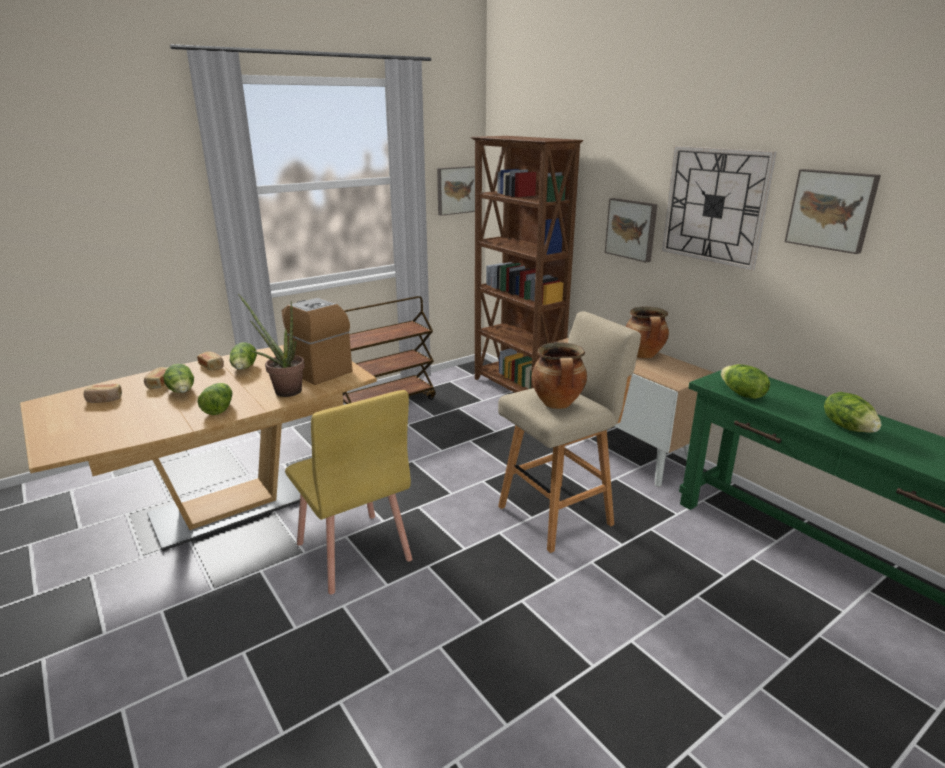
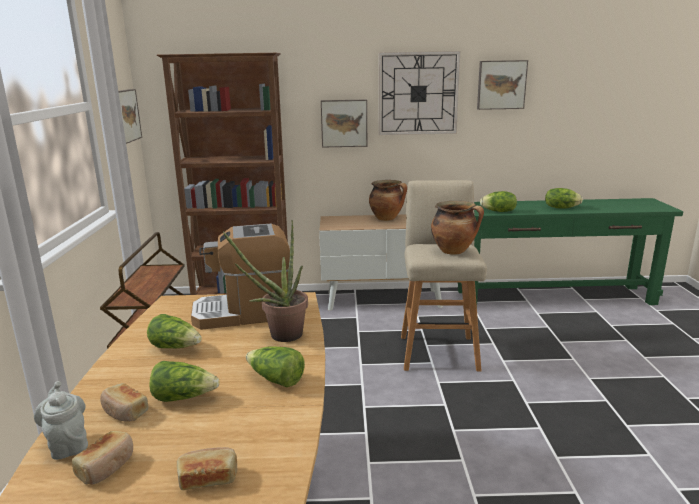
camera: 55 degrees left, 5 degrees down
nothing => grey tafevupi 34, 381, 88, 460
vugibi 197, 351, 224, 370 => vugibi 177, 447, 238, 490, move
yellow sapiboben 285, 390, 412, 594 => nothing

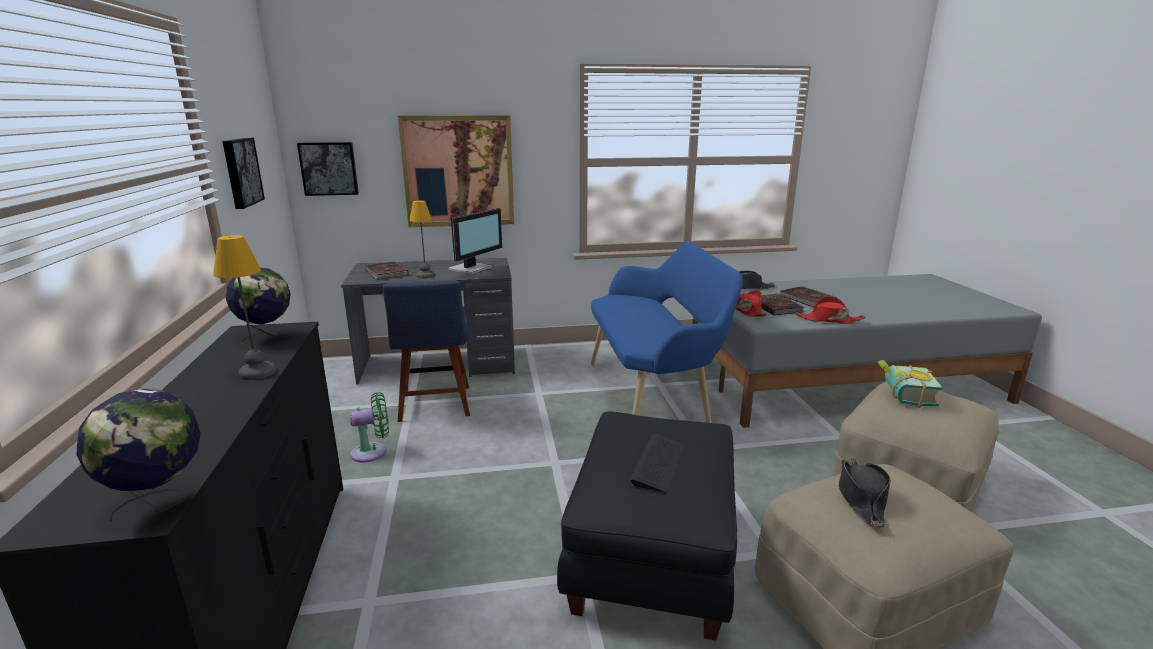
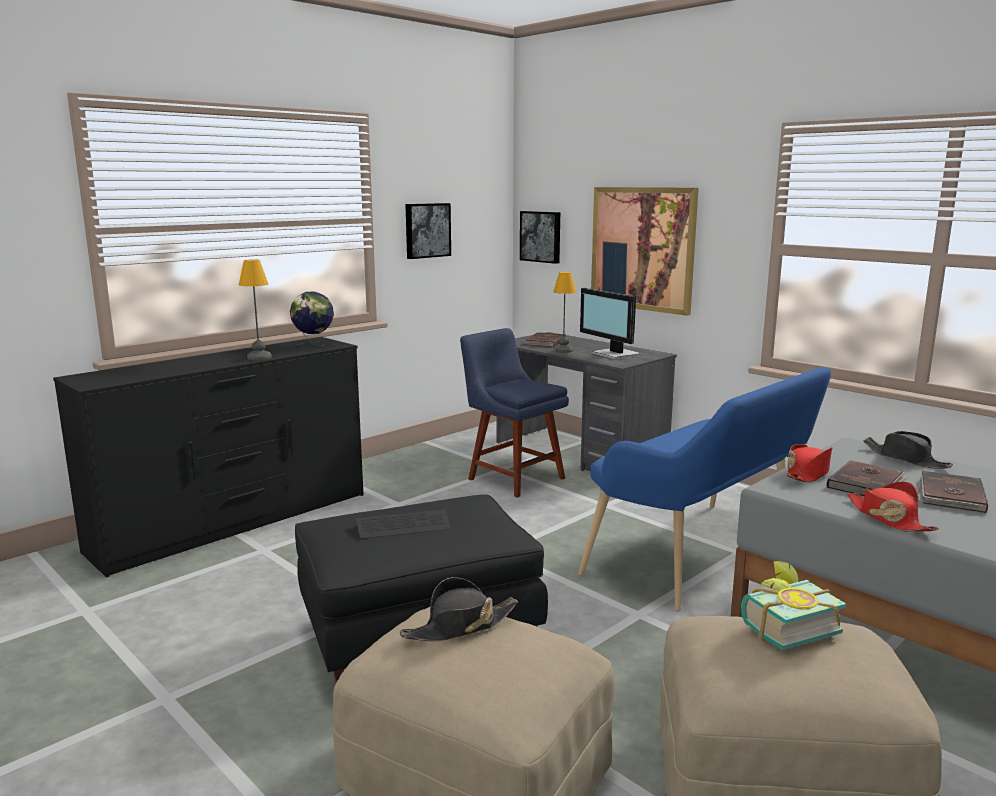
camera: 55 degrees right, 5 degrees down
blue sapiboben 383, 280, 470, 422 => blue sapiboben 460, 328, 569, 498, 90 degrees clockwise
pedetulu 448, 208, 502, 274 => pedetulu 580, 288, 642, 360, 60 degrees clockwise
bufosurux 77, 389, 201, 523 => nothing
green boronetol 349, 392, 389, 463 => nothing

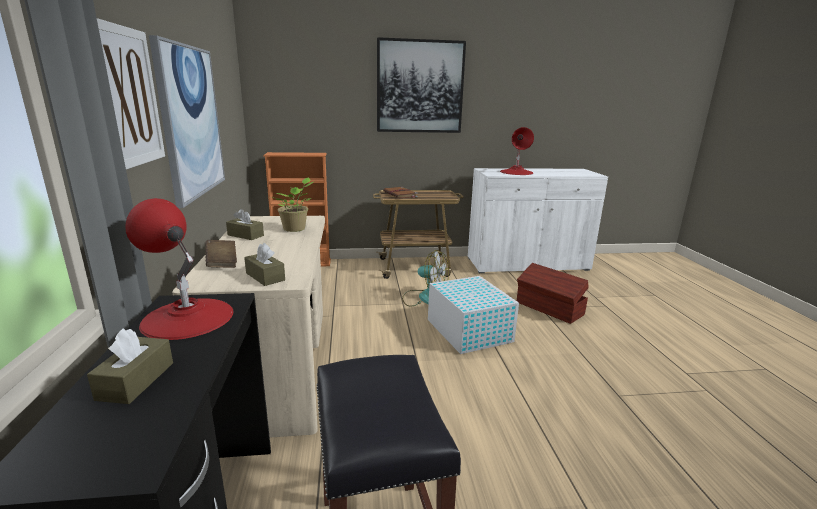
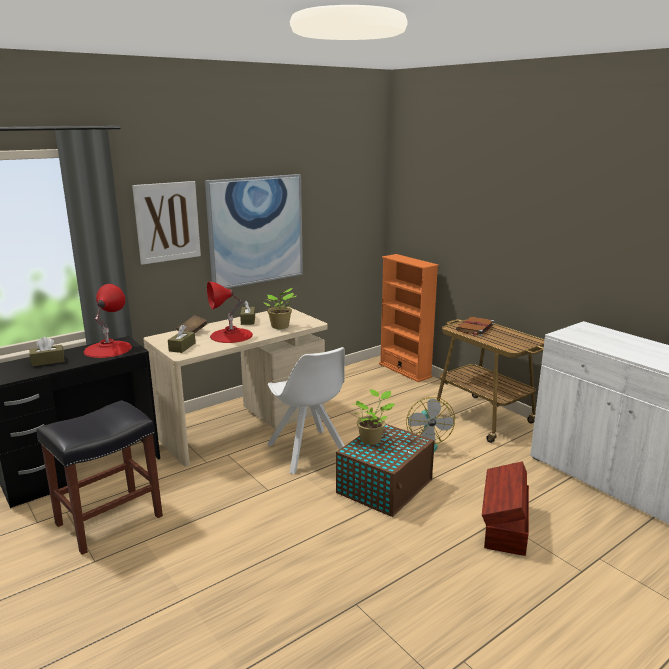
camera: 60 degrees right, 0 degrees up
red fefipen 500, 127, 534, 175 => red fefipen 207, 282, 253, 343, move
nothing => white sapiboben 267, 347, 345, 474
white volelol 428, 276, 519, 354 => brown volelol 336, 424, 435, 517
nothing => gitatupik 353, 389, 395, 445
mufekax 377, 37, 466, 133 => nothing

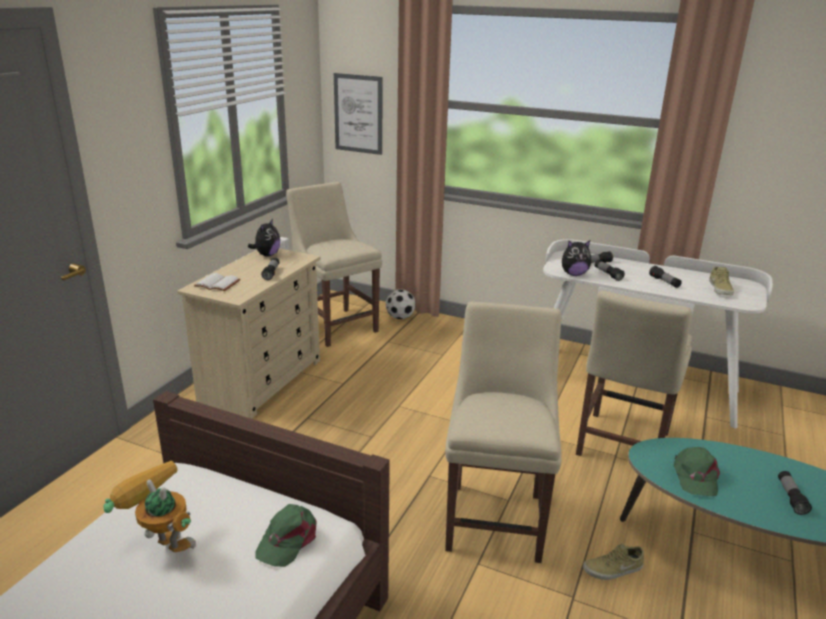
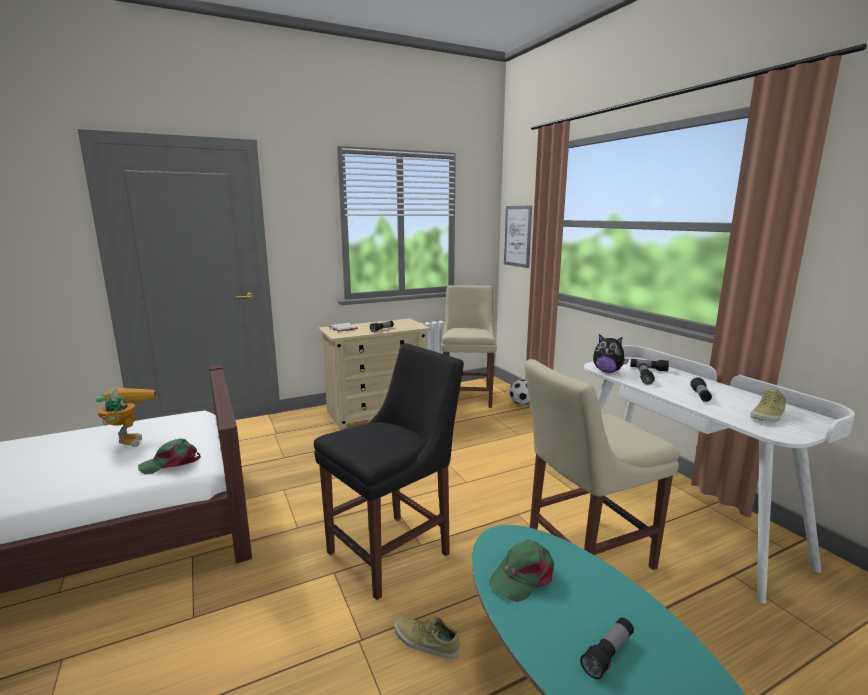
camera: 40 degrees right, 10 degrees down
beige sapiboben 445, 301, 562, 563 => black sapiboben 314, 343, 464, 600
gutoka 248, 219, 280, 257 => nothing

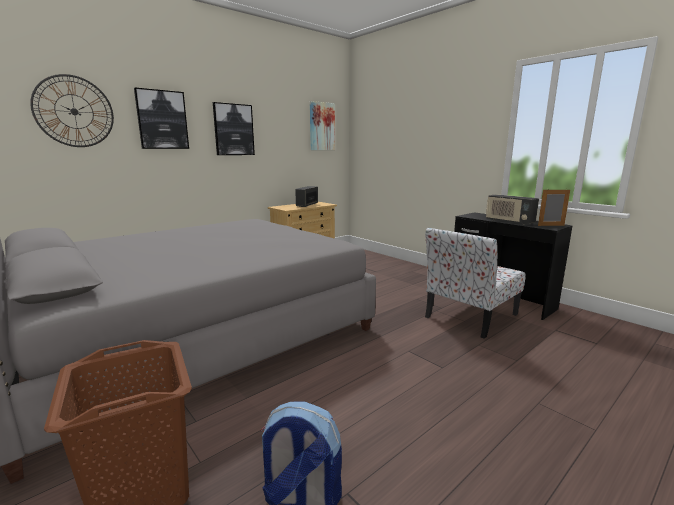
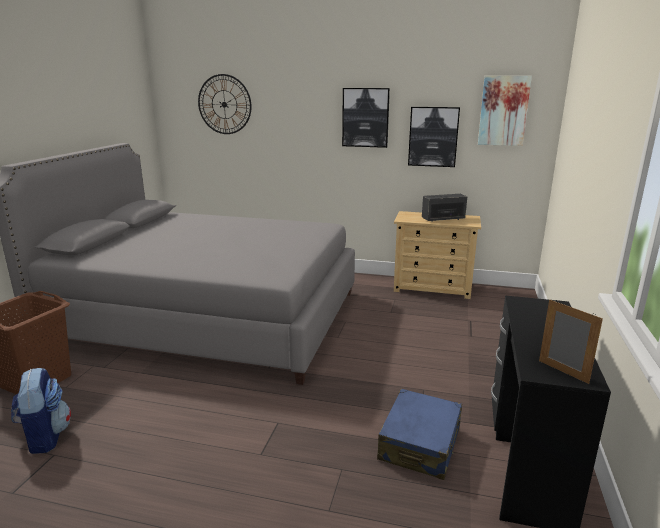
camera: 55 degrees right, 5 degrees up
sapiboben 425, 228, 525, 339 => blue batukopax 377, 389, 462, 480
mufekax 134, 88, 189, 149 => mufekax 408, 107, 460, 167, move
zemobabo 486, 194, 539, 225 => nothing

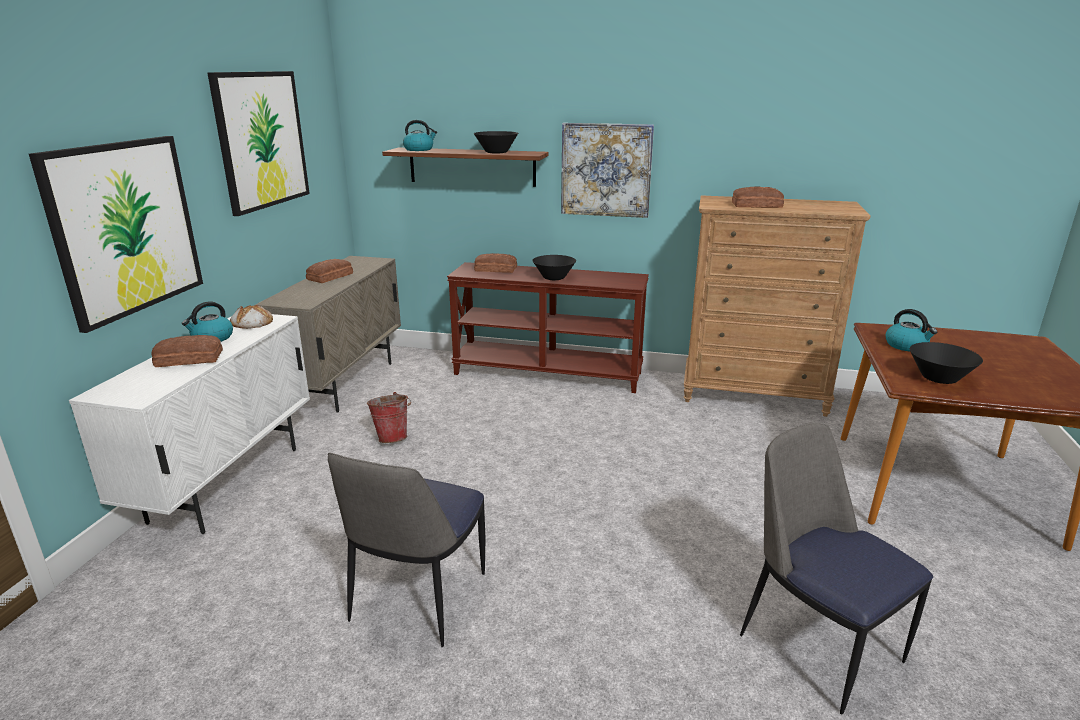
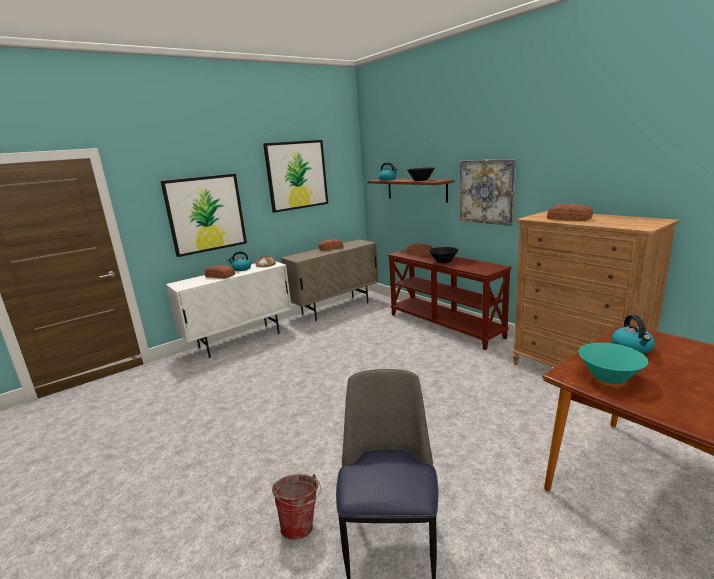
camera: 40 degrees right, 5 degrees down
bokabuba 367, 392, 411, 443 => bokabuba 272, 474, 321, 540, move
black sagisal 910, 342, 983, 384 => turquoise sagisal 579, 343, 648, 384
sapiboben 328, 453, 485, 647 => nothing

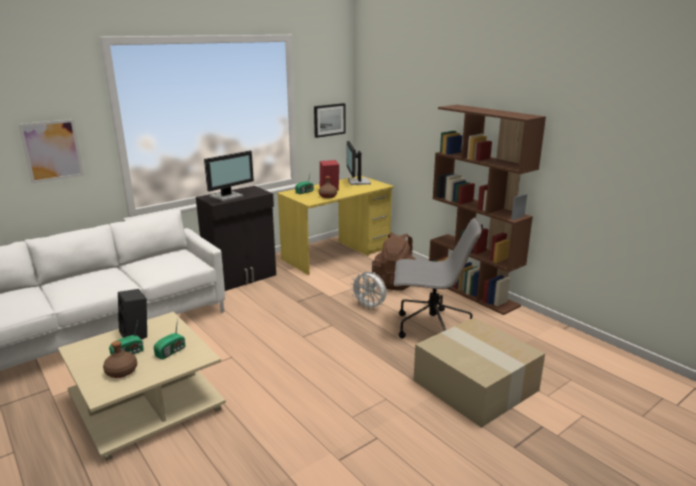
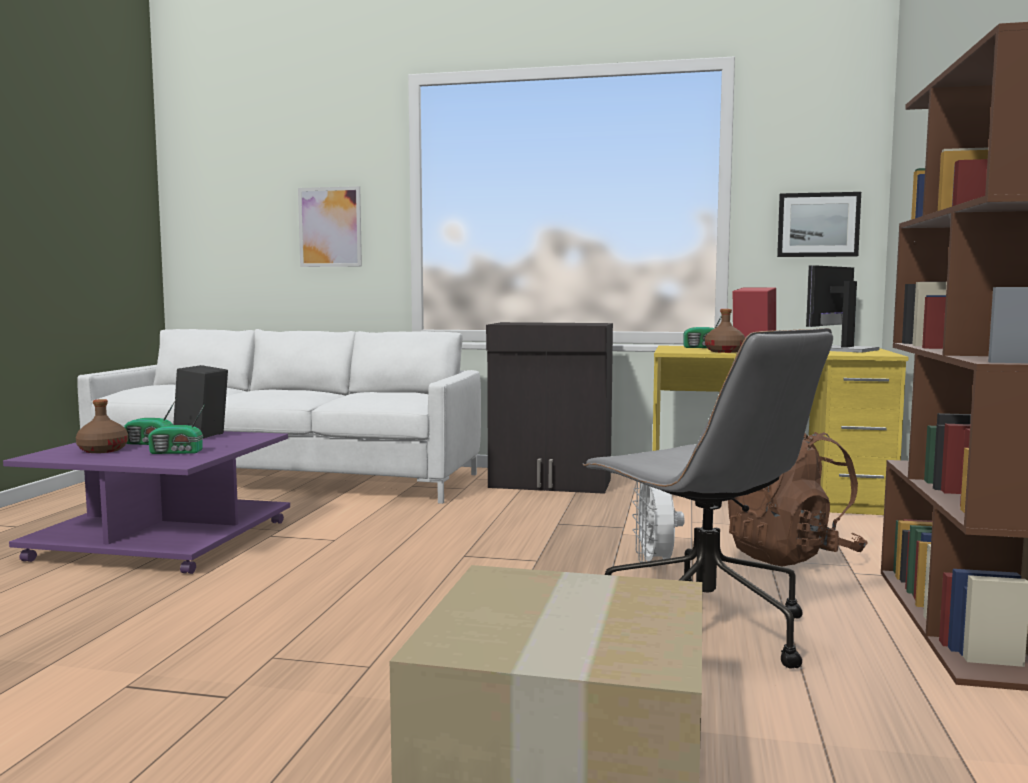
camera: 50 degrees right, 15 degrees down
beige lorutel 58, 312, 226, 461 => purple lorutel 3, 431, 290, 574
pedetulu 204, 151, 254, 201 => nothing

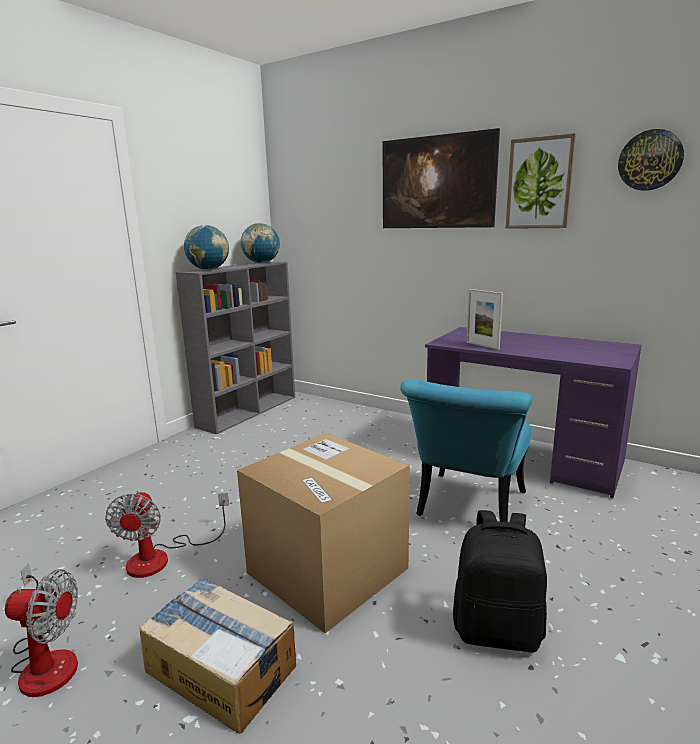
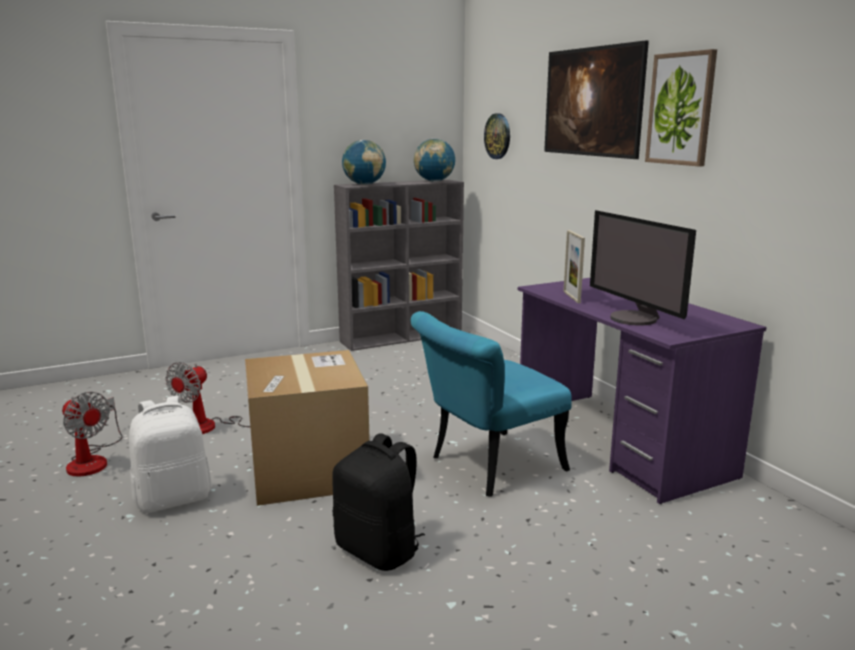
camera: 30 degrees right, 0 degrees up
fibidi 139, 577, 296, 734 => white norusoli 129, 396, 212, 513
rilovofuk 618, 129, 684, 191 => rilovofuk 484, 114, 510, 159, move
nothing => pedetulu 590, 210, 696, 326

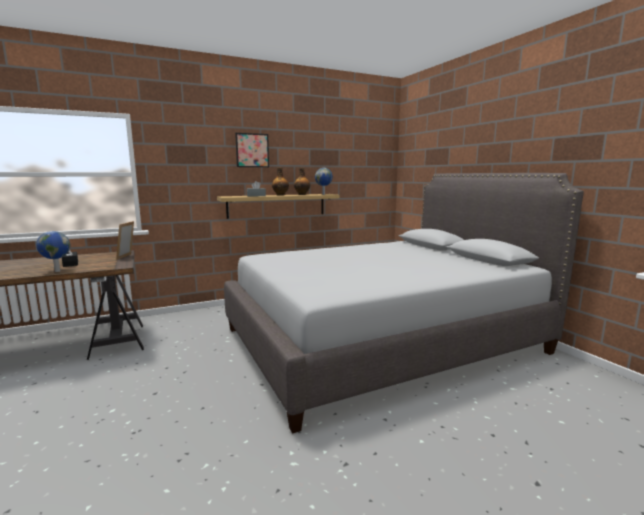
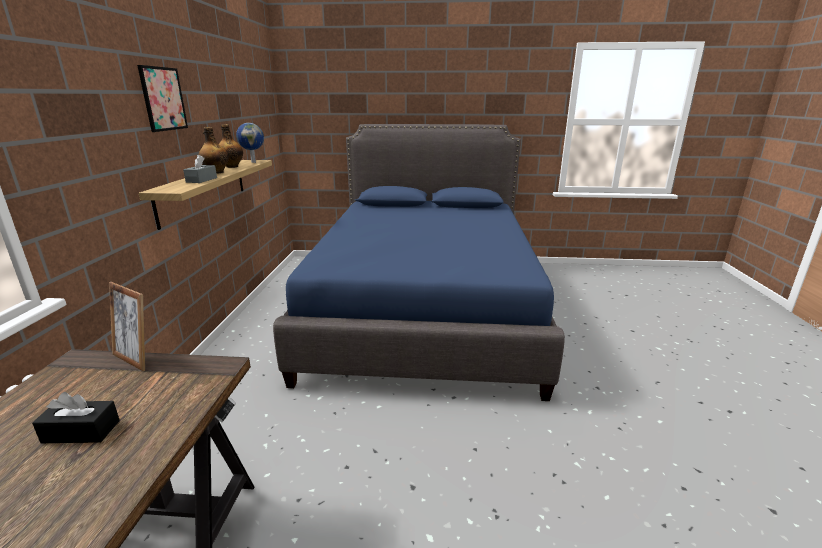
camera: 60 degrees left, 10 degrees up
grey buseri 224, 173, 584, 434 => blue buseri 273, 124, 565, 401
bufosurux 36, 231, 70, 272 => nothing

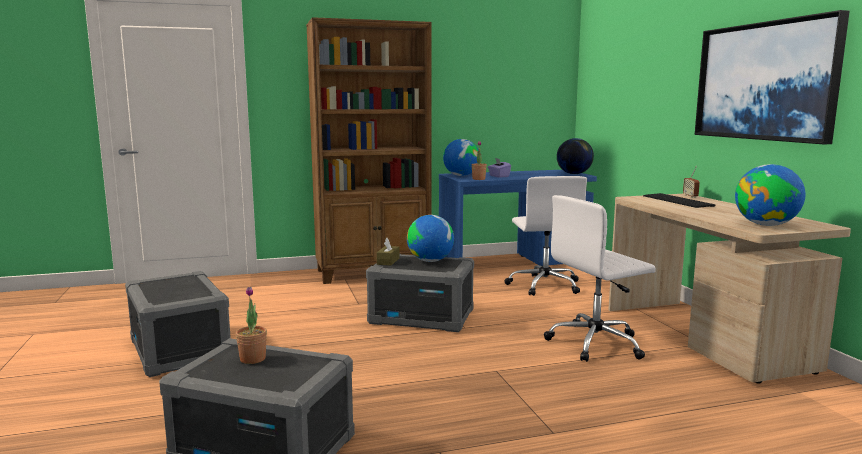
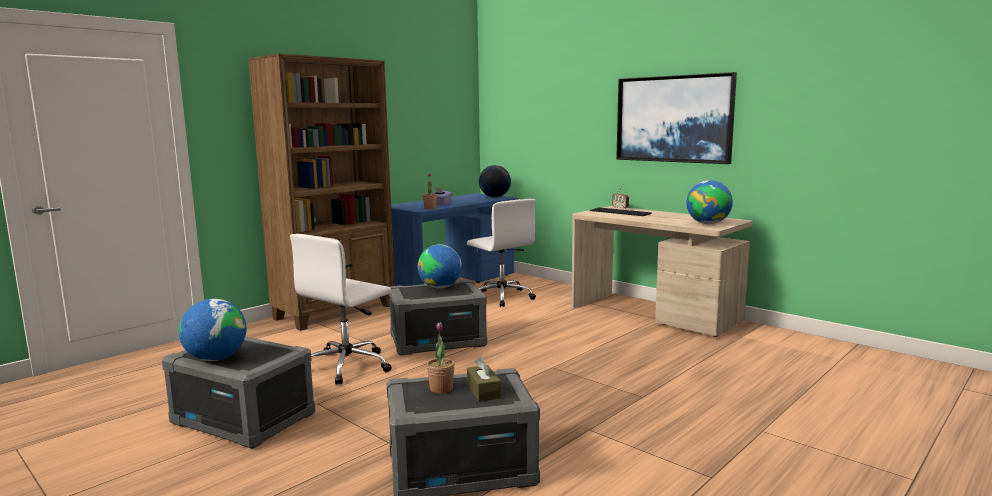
camera: 30 degrees left, 0 degrees up
bufosurux 443, 139, 478, 176 => bufosurux 179, 299, 247, 361, move
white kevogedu 544, 195, 656, 362 => white kevogedu 290, 234, 392, 385, move
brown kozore 377, 238, 399, 266 => brown kozore 467, 357, 501, 402, move

